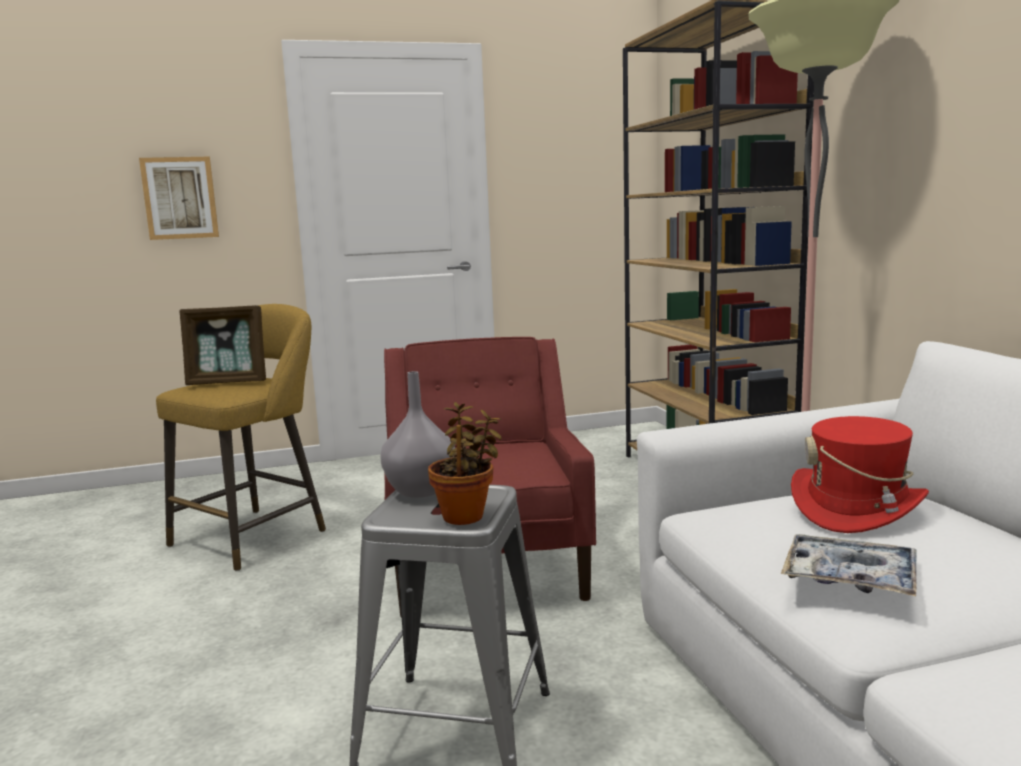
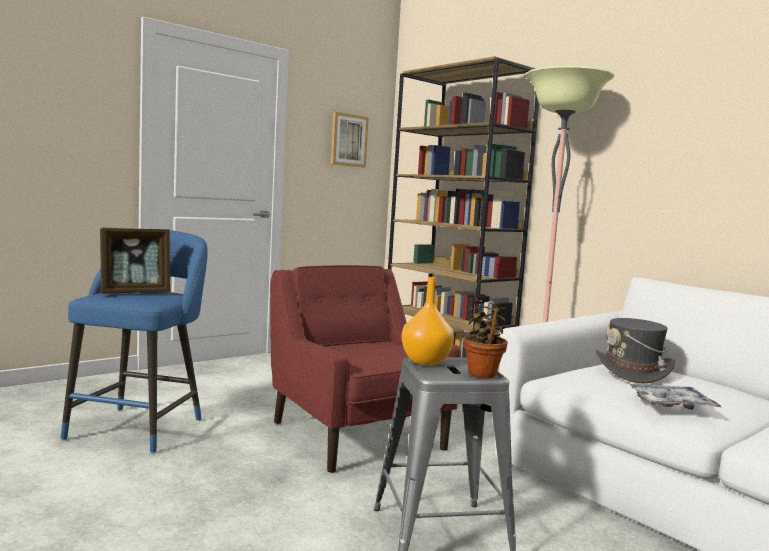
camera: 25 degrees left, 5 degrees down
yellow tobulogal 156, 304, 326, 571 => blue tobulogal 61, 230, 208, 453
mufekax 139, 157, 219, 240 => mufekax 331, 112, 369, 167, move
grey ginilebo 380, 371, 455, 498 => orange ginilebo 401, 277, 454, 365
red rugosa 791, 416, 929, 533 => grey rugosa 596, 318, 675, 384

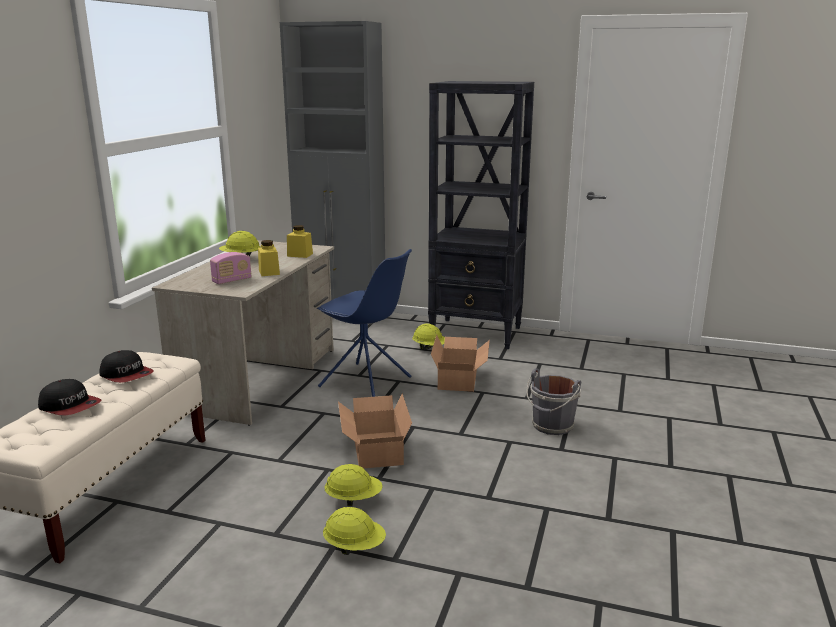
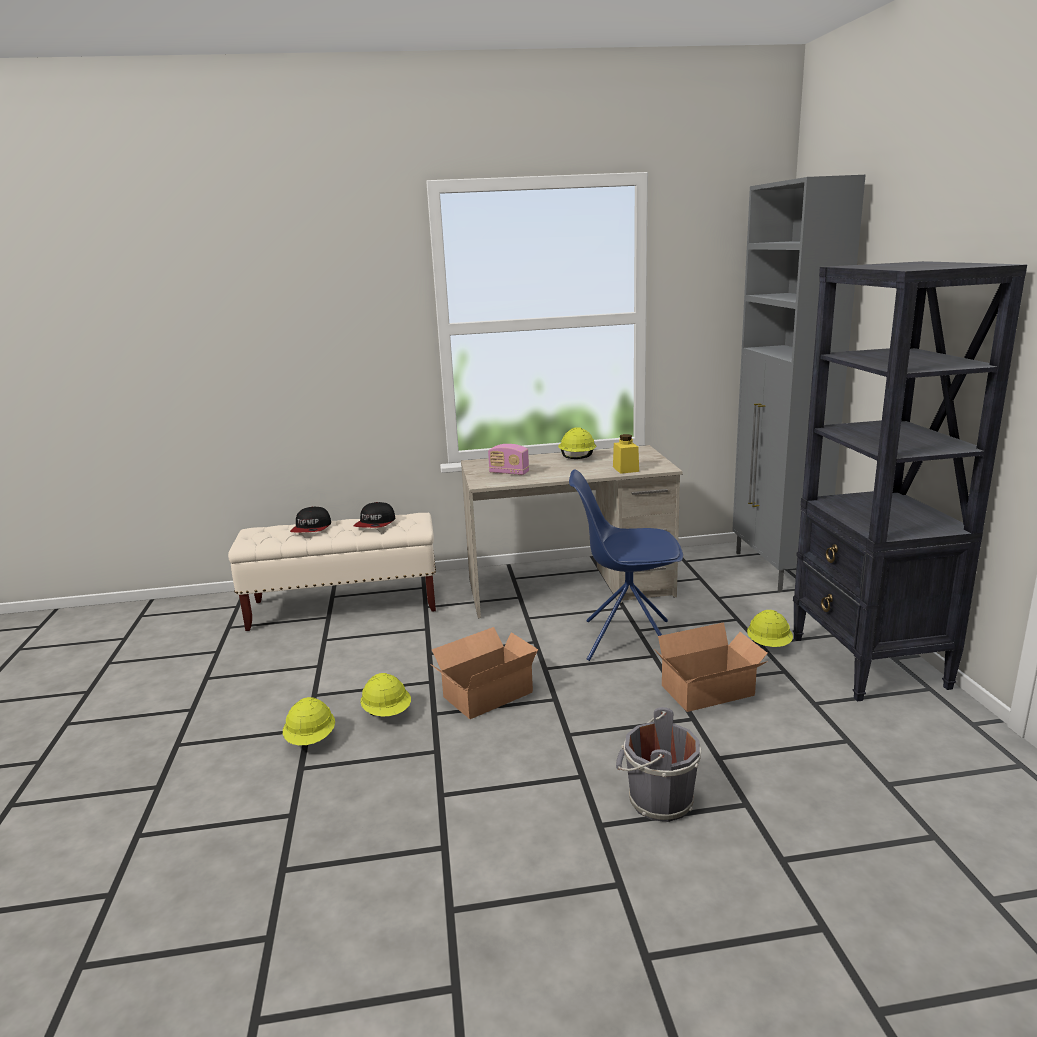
camera: 65 degrees right, 0 degrees up
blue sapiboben 317, 249, 412, 397 => blue sapiboben 569, 470, 683, 661, 90 degrees clockwise
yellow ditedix 258, 240, 280, 276 => nothing

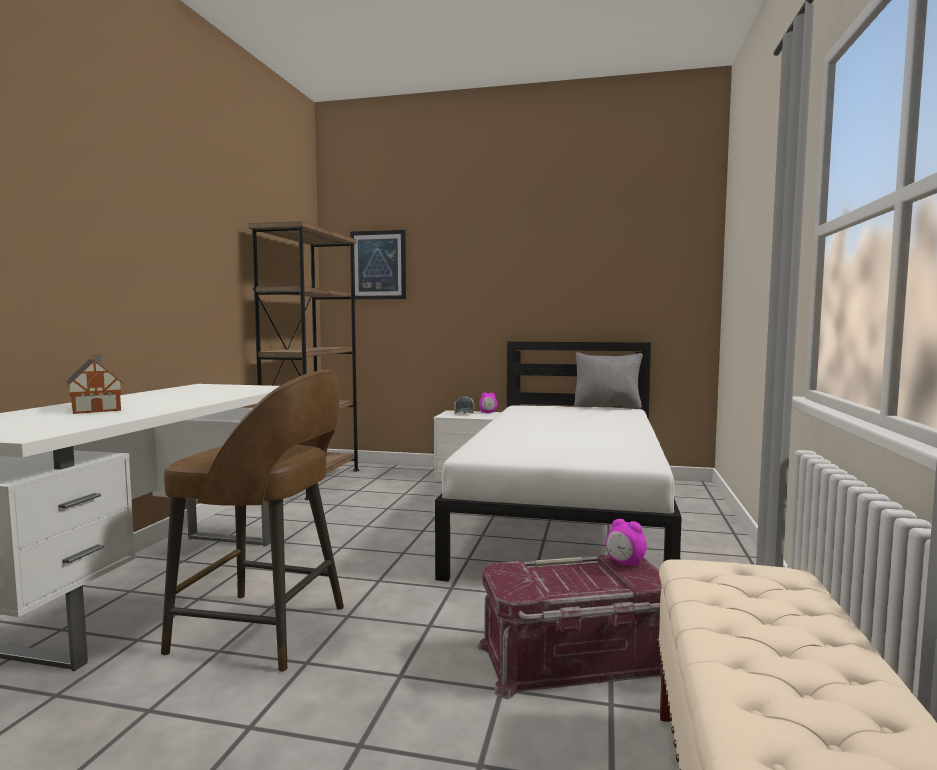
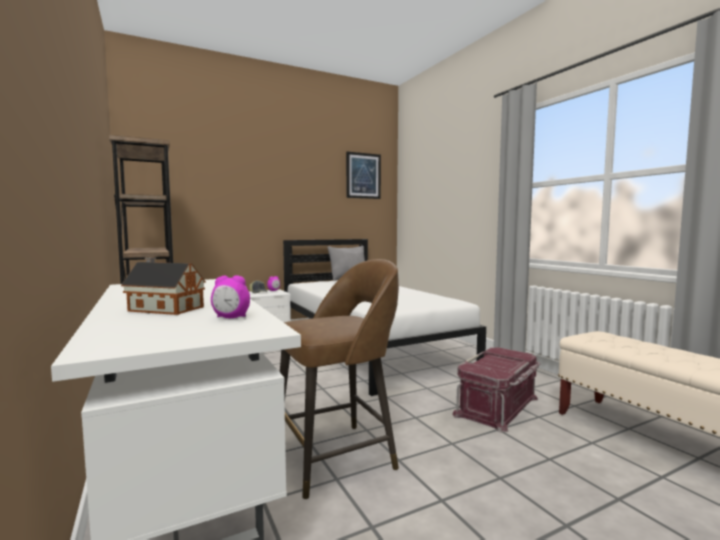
camera: 40 degrees left, 0 degrees up
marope 606, 519, 647, 566 => marope 211, 275, 250, 318, move
mufekax 350, 230, 406, 300 => mufekax 346, 151, 381, 199, move

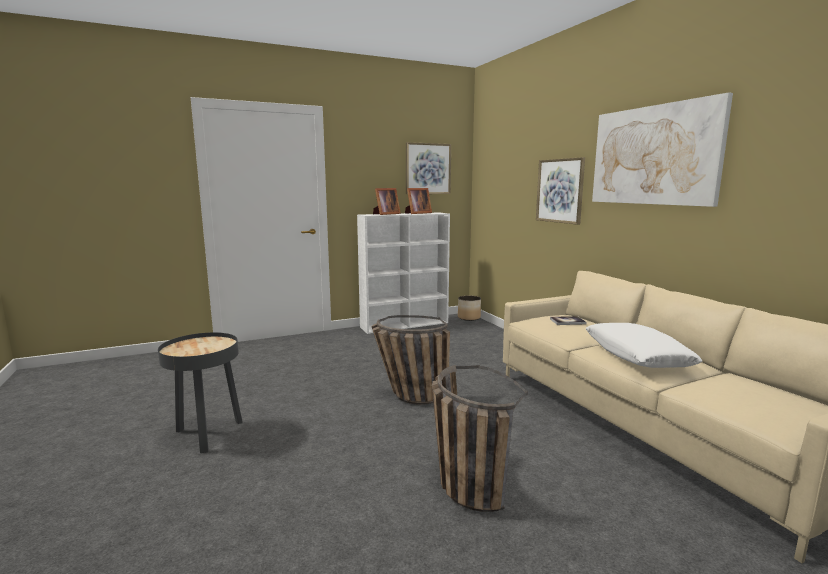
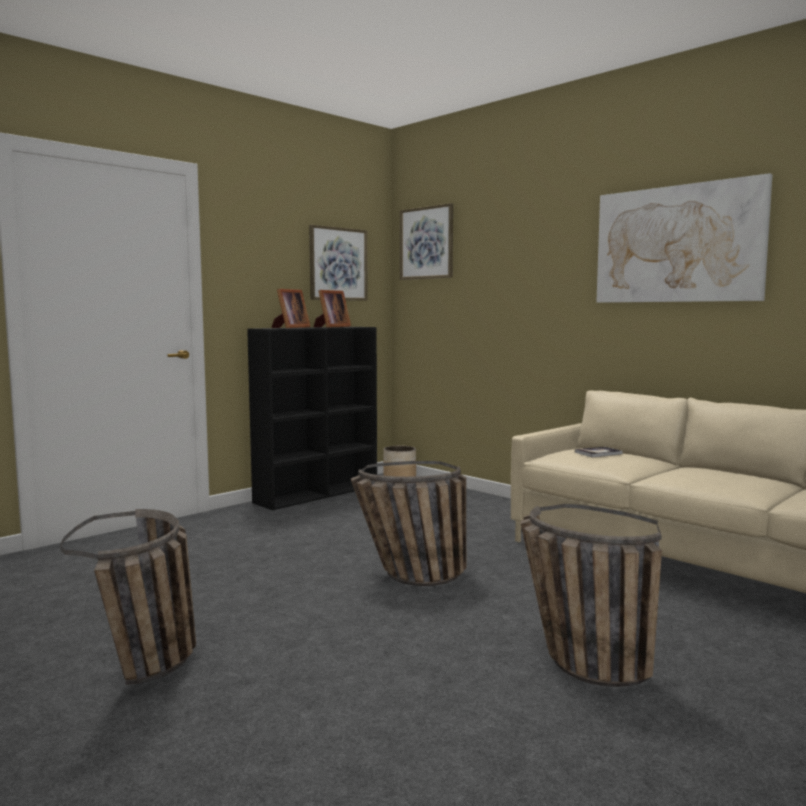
camera: 20 degrees left, 5 degrees down
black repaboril 158, 332, 243, 453 => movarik 61, 509, 196, 685
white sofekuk 357, 212, 450, 334 => black sofekuk 247, 327, 377, 510
mufekax 536, 157, 585, 225 => mufekax 400, 203, 453, 280, move
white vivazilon 586, 323, 702, 368 => nothing

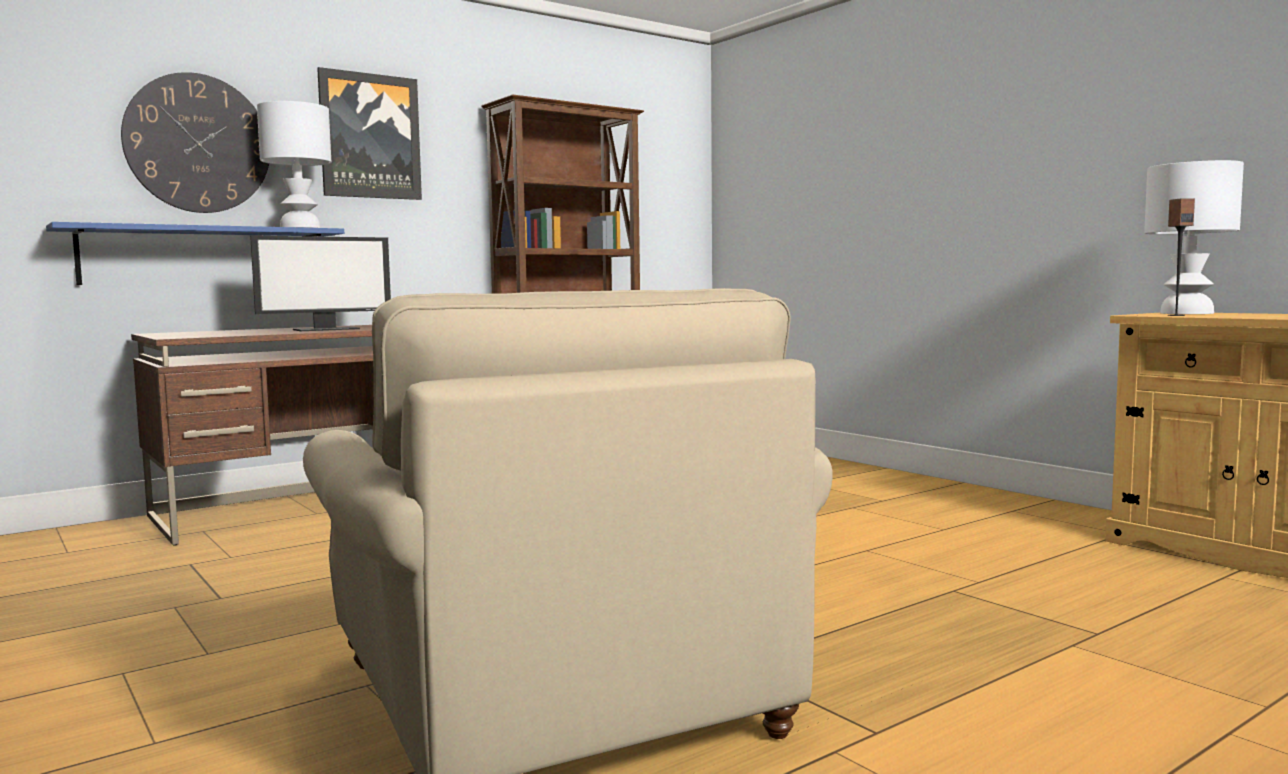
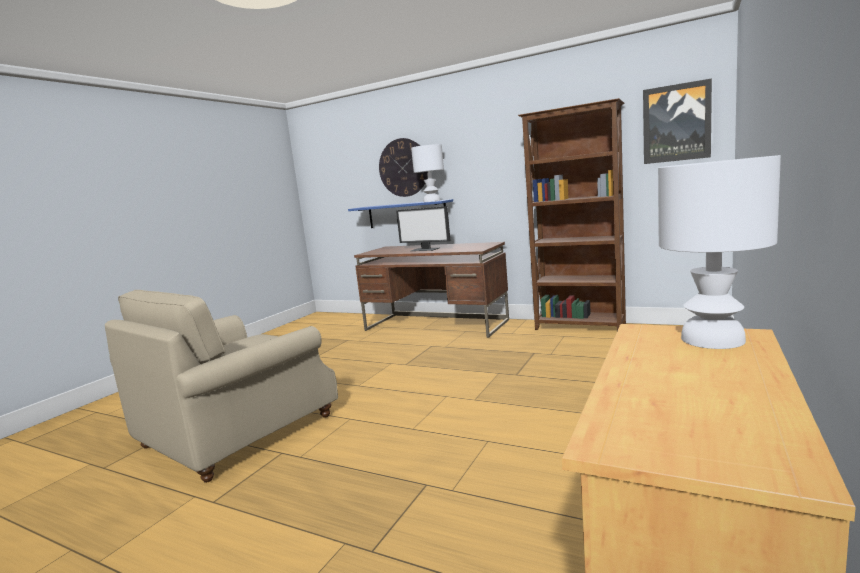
camera: 65 degrees right, 5 degrees up
mufekax 317, 67, 422, 200 => mufekax 643, 79, 712, 164, move
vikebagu 1168, 198, 1195, 316 => nothing

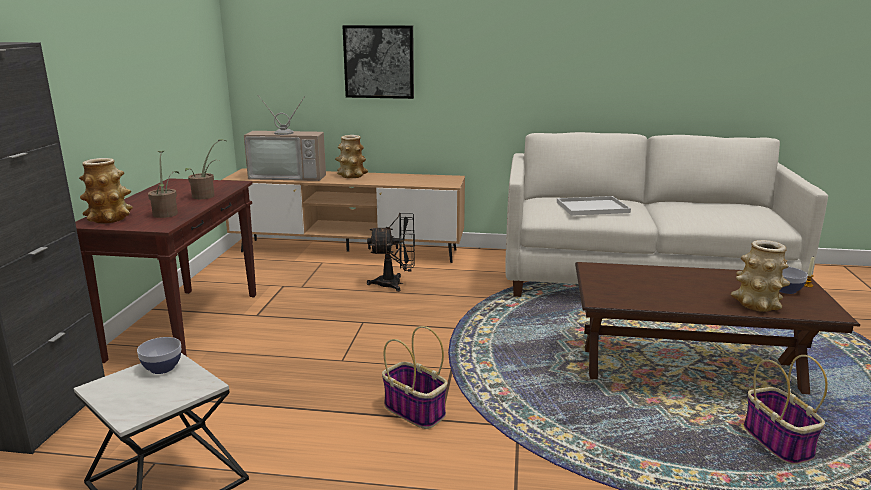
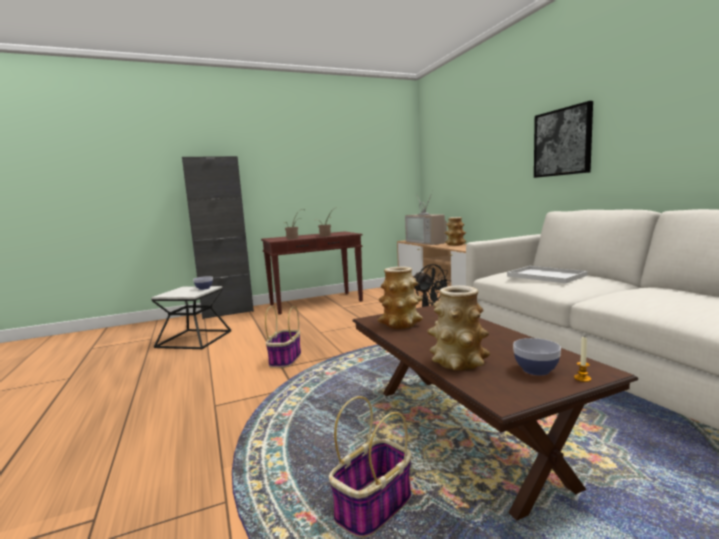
camera: 60 degrees right, 10 degrees down
ginilebo 79, 158, 133, 223 => ginilebo 378, 266, 423, 329, move
mufekax 342, 25, 414, 99 => mufekax 534, 101, 593, 178, move

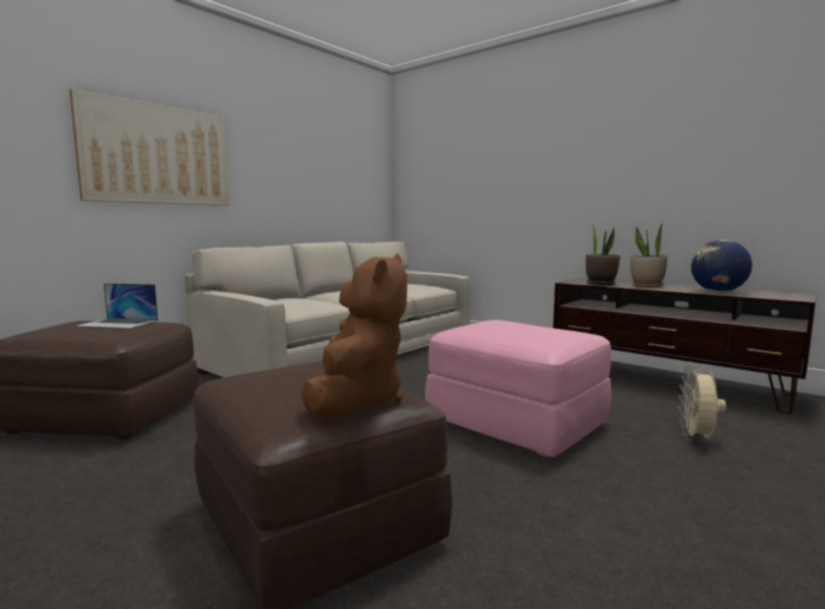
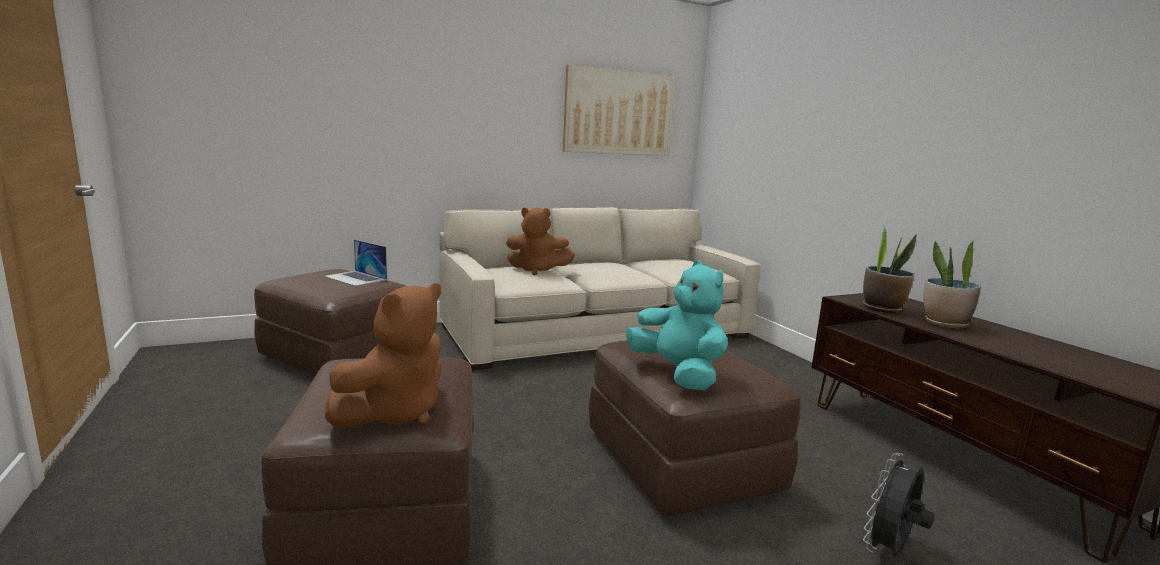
camera: 25 degrees right, 5 degrees up
nothing => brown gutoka 506, 208, 575, 275
mufekax 69, 88, 230, 206 => mufekax 563, 64, 676, 156, move
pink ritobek 425, 320, 612, 457 => brown ritobek 589, 340, 801, 516
nothing => turquoise gutoka 626, 260, 728, 391
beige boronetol 678, 365, 726, 441 => black boronetol 863, 453, 934, 556
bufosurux 691, 240, 752, 292 => nothing

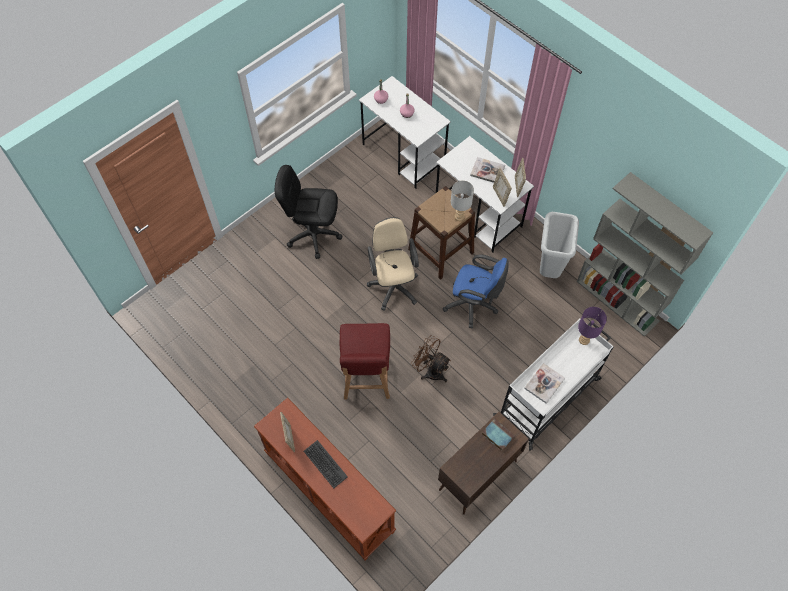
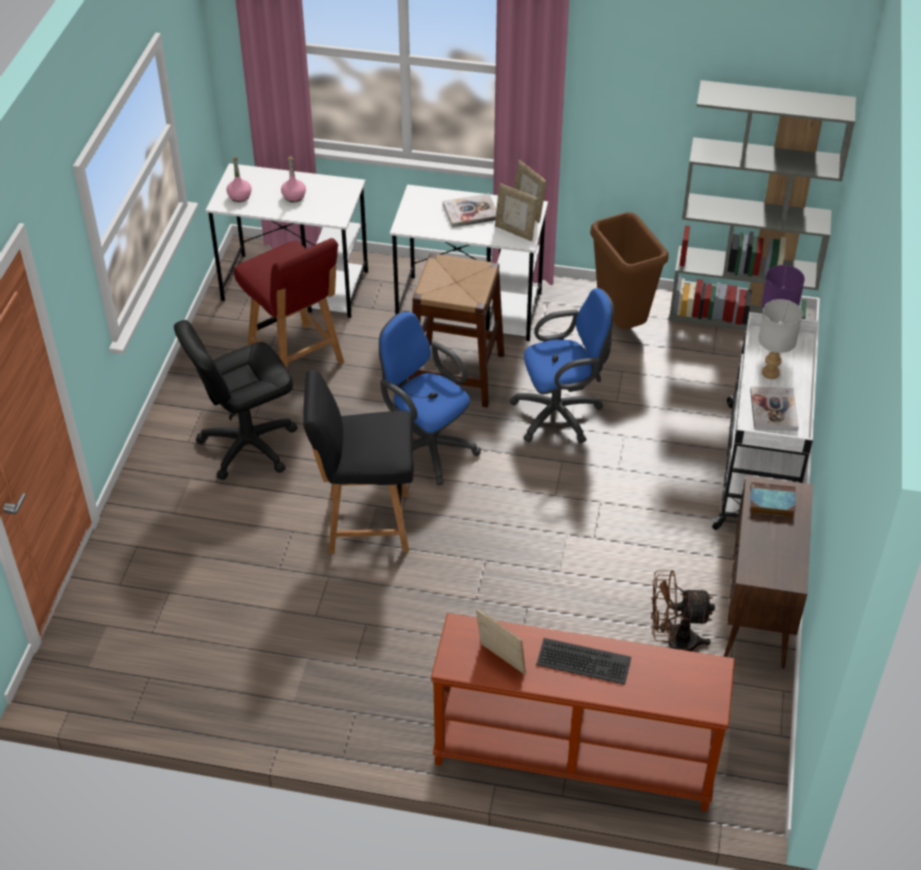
camera: 35 degrees left, 15 degrees down
red sapiboben 340, 323, 390, 399 => red sapiboben 234, 238, 344, 370, move
nothing => black sapiboben 303, 370, 413, 554
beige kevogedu 367, 217, 419, 311 => blue kevogedu 379, 311, 481, 486
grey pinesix 540, 212, 579, 278 => brown pinesix 590, 212, 669, 329
brown boronetol 411, 335, 451, 382 => brown boronetol 651, 570, 715, 651, move
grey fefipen 451, 181, 474, 221 => grey fefipen 758, 299, 803, 379, move

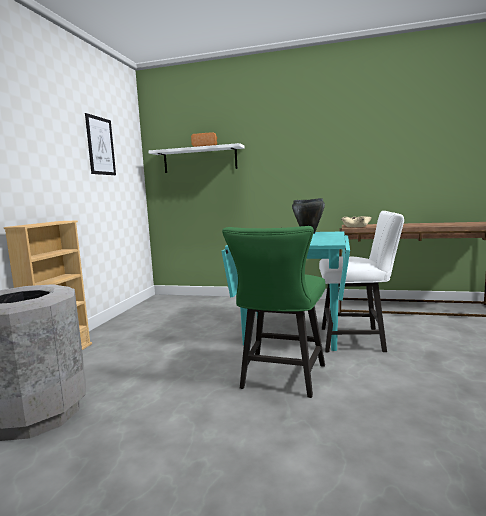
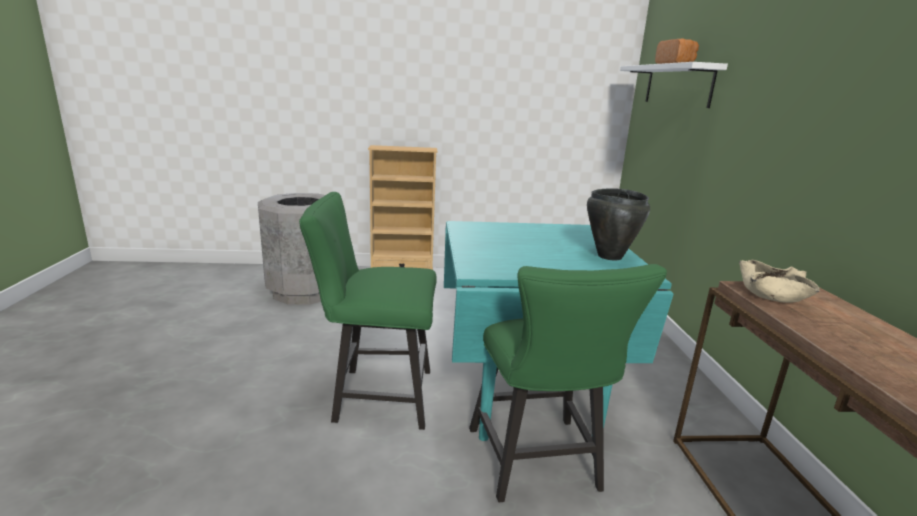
camera: 70 degrees right, 10 degrees up
white sapiboben 319, 211, 404, 352 => green sapiboben 469, 264, 667, 502
mufekax 85, 113, 116, 175 => nothing

